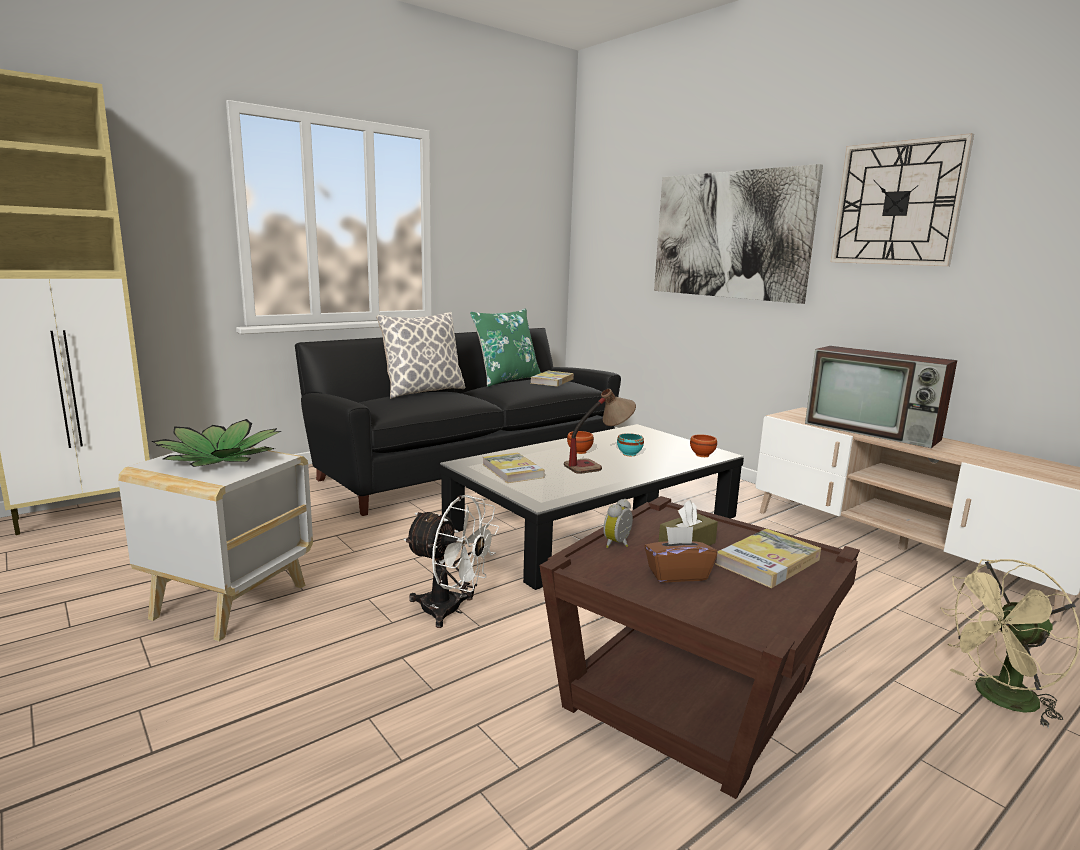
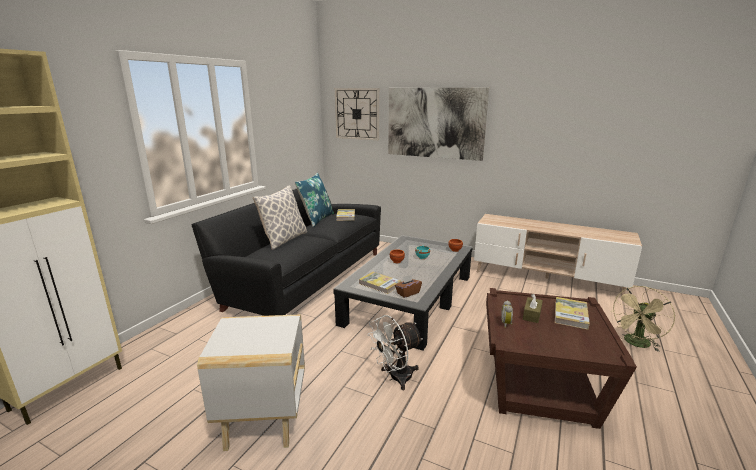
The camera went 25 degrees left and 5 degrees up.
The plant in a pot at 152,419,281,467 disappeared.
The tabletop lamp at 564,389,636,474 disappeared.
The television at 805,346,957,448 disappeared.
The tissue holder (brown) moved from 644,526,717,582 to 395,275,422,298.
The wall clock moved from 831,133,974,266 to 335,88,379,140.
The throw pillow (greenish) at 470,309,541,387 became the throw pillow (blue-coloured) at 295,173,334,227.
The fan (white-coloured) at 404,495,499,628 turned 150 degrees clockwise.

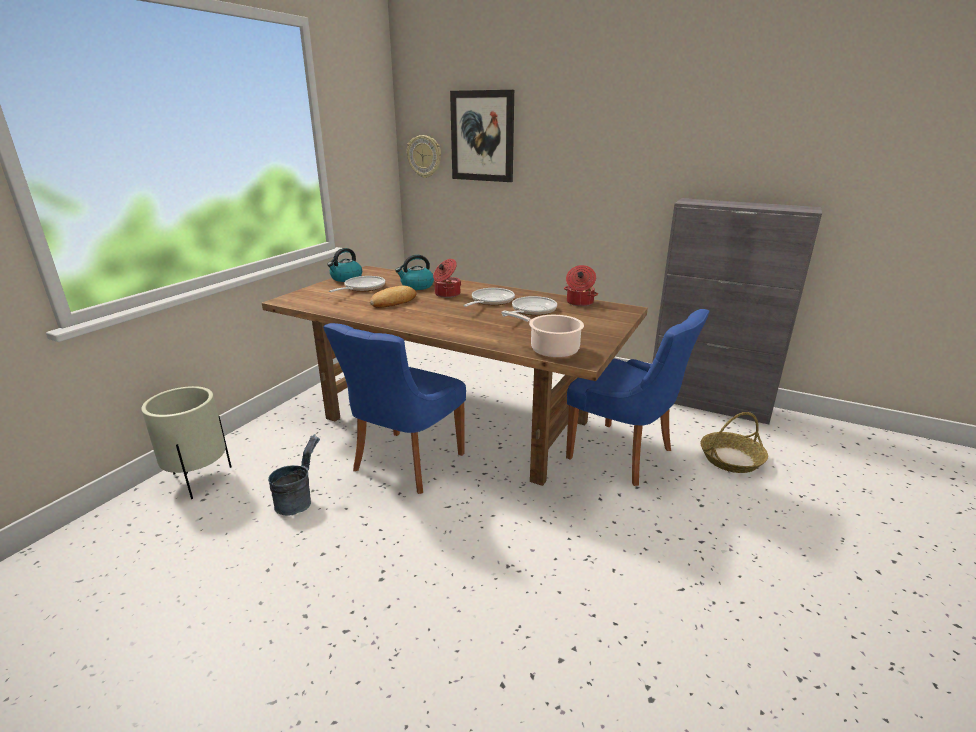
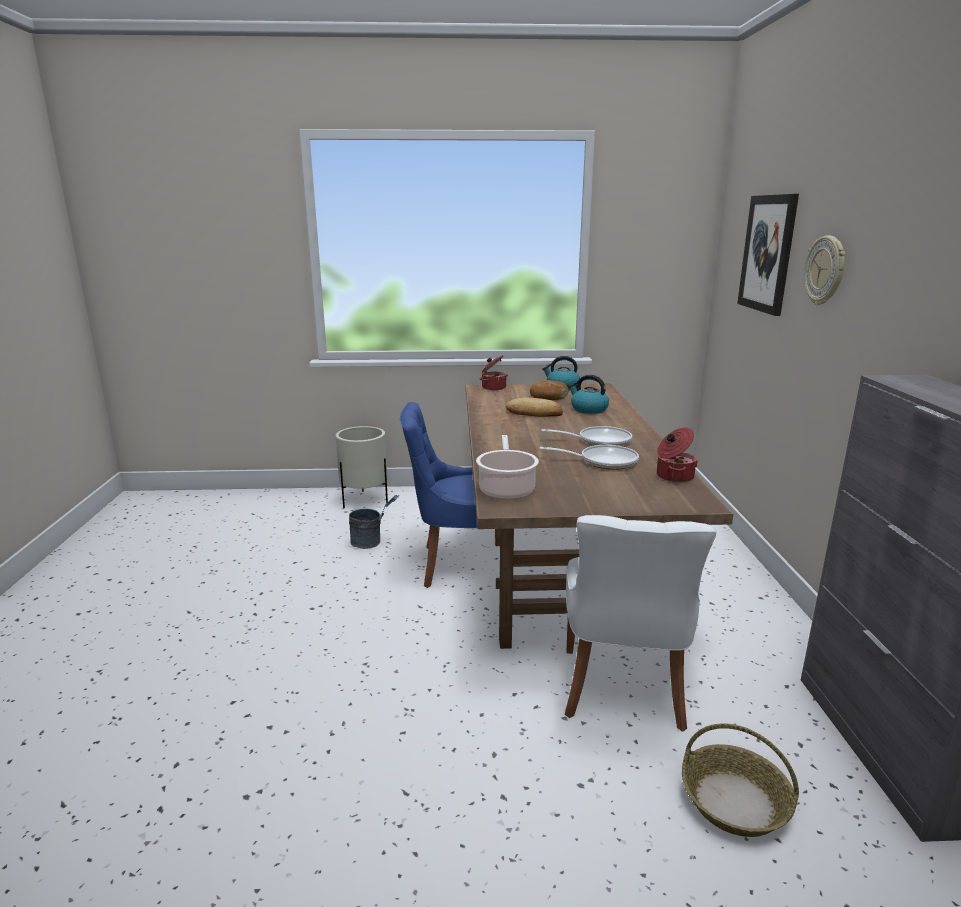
The camera went 60 degrees right and 5 degrees down.
The wall clock moved from 407,135,441,178 to 804,236,845,305.
The stockpot moved from 433,259,461,298 to 480,355,508,390.
The frying pan at 329,276,385,292 was replaced by the baked bread at 530,380,568,400.
The chair (blue-coloured) at 566,309,710,486 became the chair (white-coloured) at 565,515,716,732.

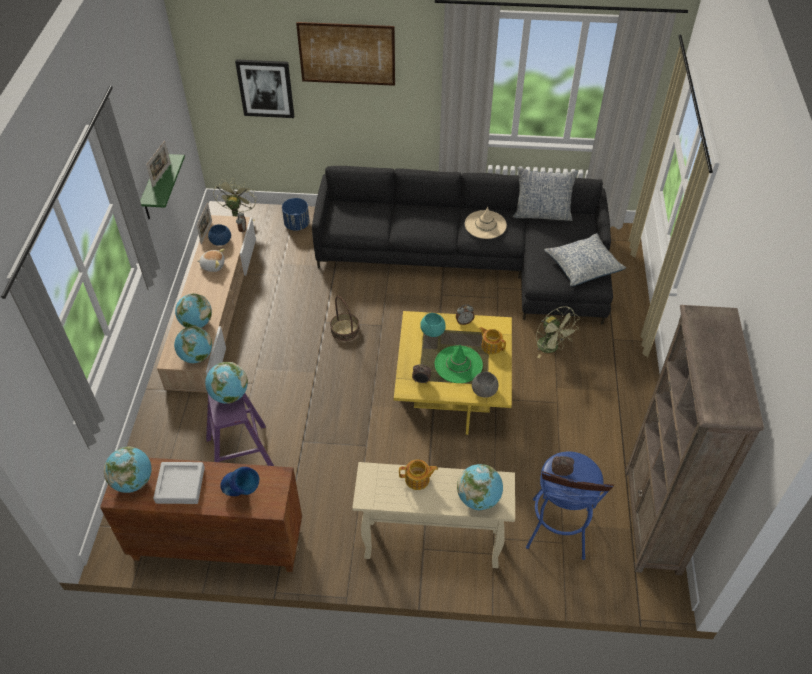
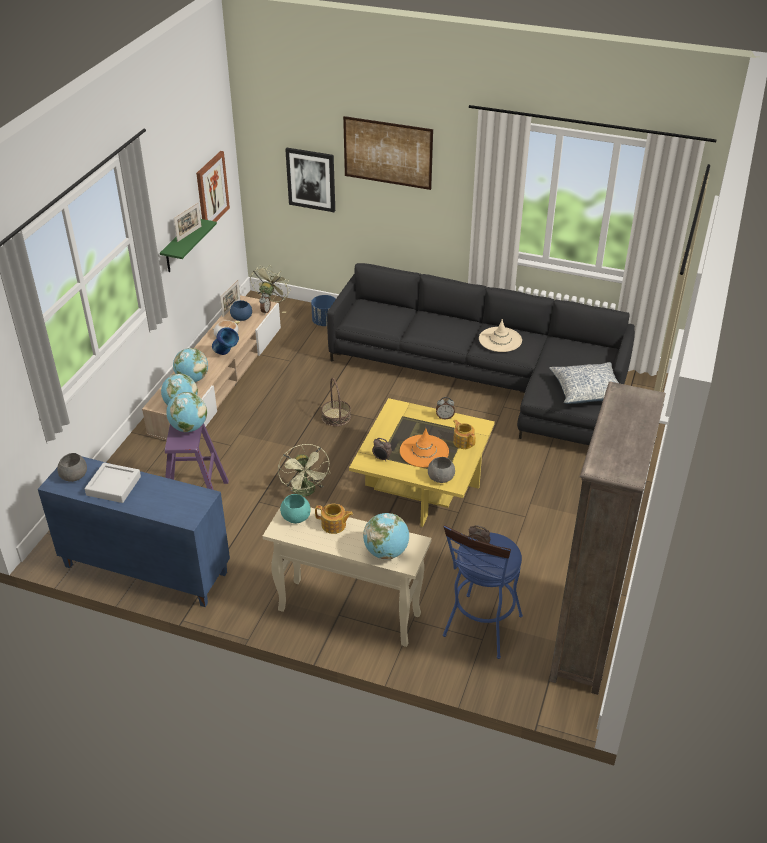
The camera went 15 degrees right and 10 degrees down.
The throw pillow at 513,167,578,221 disappeared.
The wall art at 196,151,230,222 appeared.
The flower vase (blue-coloured) moved from 220,467,259,496 to 212,327,239,355.
The bowl (turquoise) moved from 420,313,446,337 to 280,494,311,523.
The fan (greenish) moved from 536,306,580,358 to 278,444,330,497.
The globe at 104,447,152,493 was replaced by the bowl (greyish) at 57,453,87,482.
The storage cabinet (brown) at 100,458,302,572 became the storage cabinet (blue-coloured) at 38,457,230,607.
The wearable hat (greenish) at 435,345,483,383 became the wearable hat (orange) at 400,428,449,467.

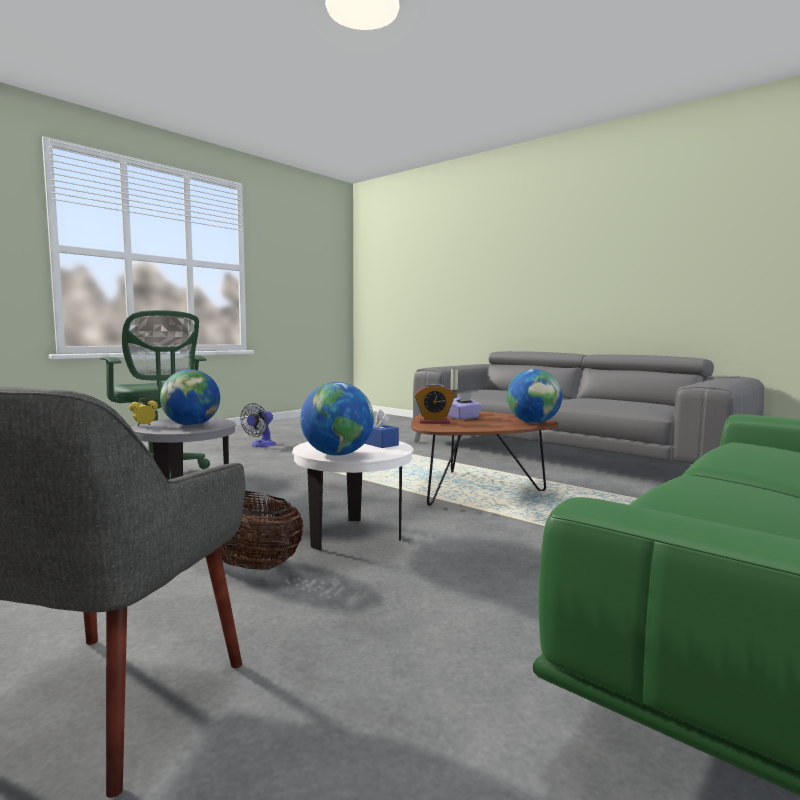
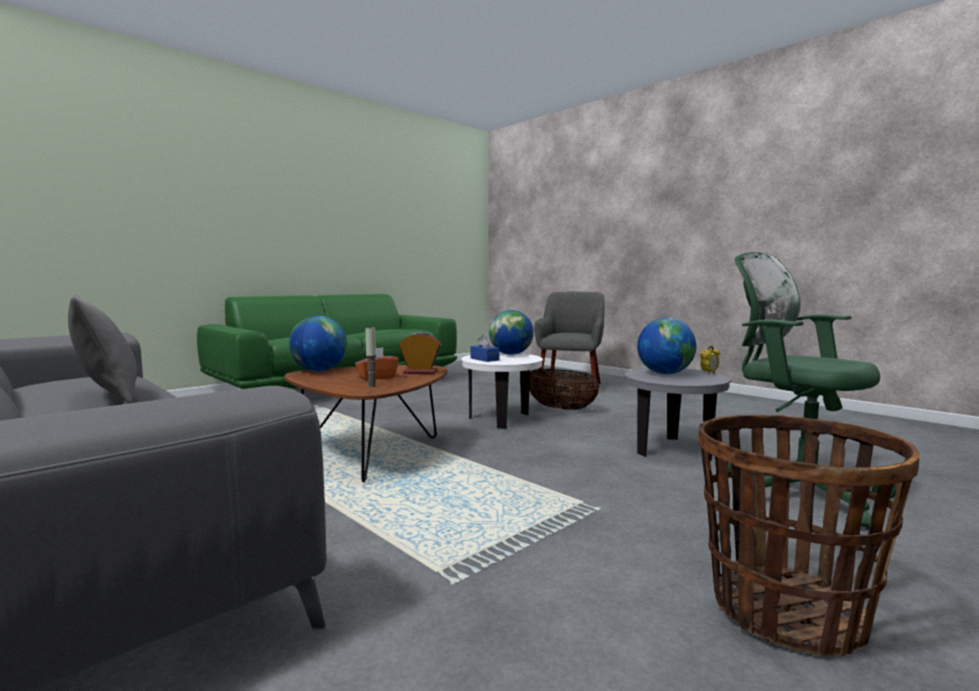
The camera went 175 degrees left and 0 degrees up.
The throw pillow (greyish) at 68,294,137,404 appeared.
The fan at 240,403,276,447 was replaced by the household basket at 698,415,920,657.
The tissue holder (purplish) at 448,393,482,420 became the tissue holder (orange) at 355,347,399,380.

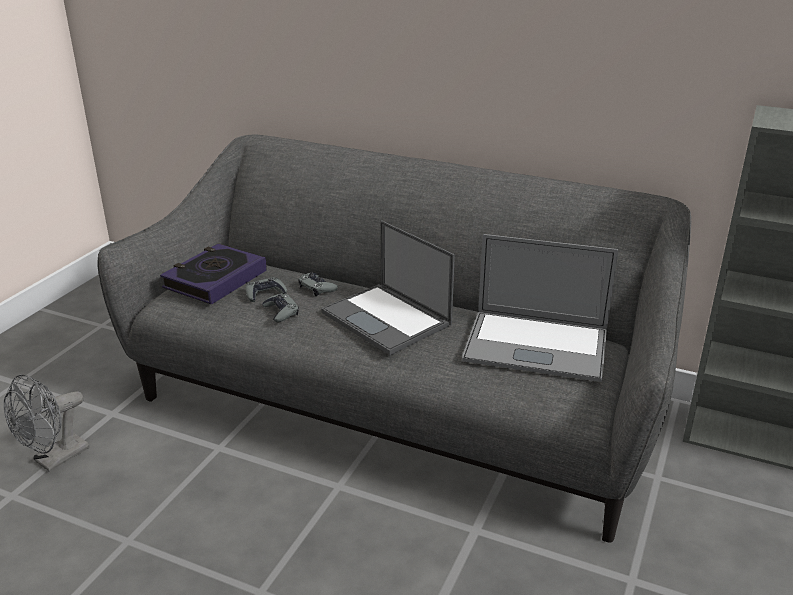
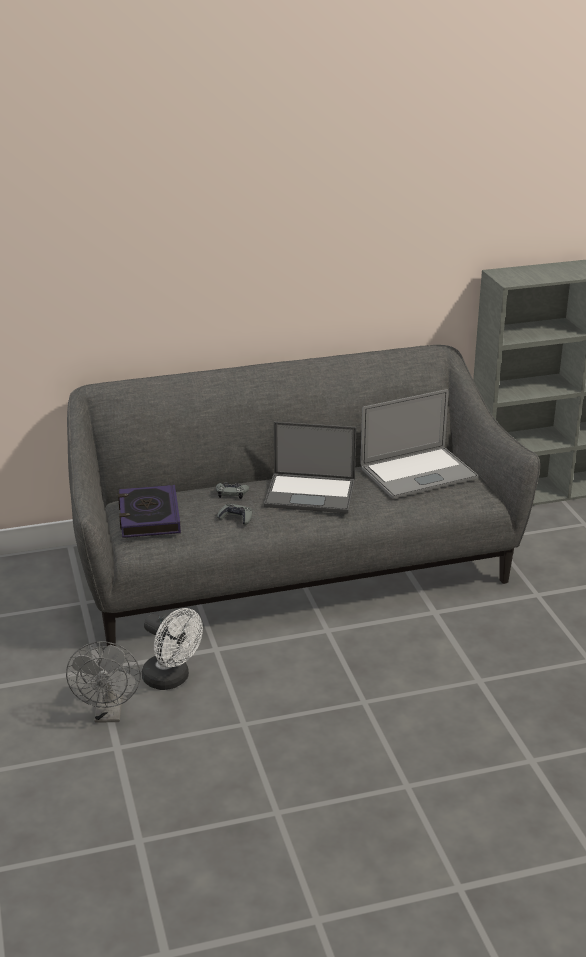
The camera went 40 degrees left and 0 degrees up.
The gamepad (greyish) at 246,277,287,302 disappeared.
The fan (white-coloured) at 142,608,203,690 appeared.

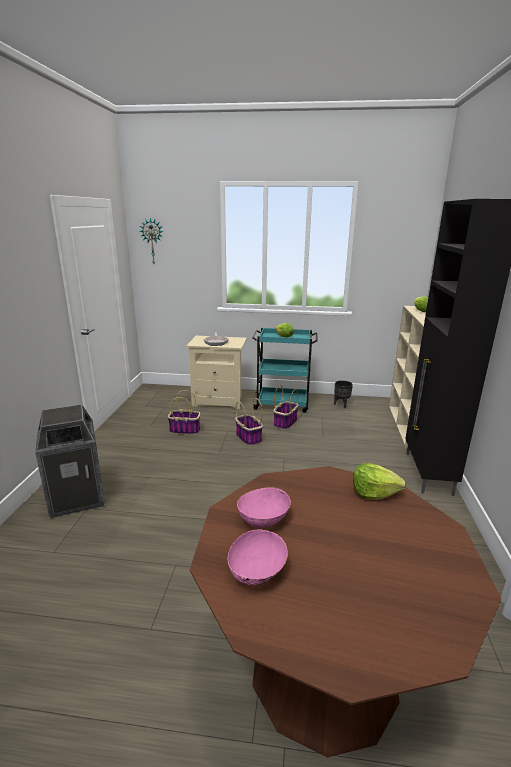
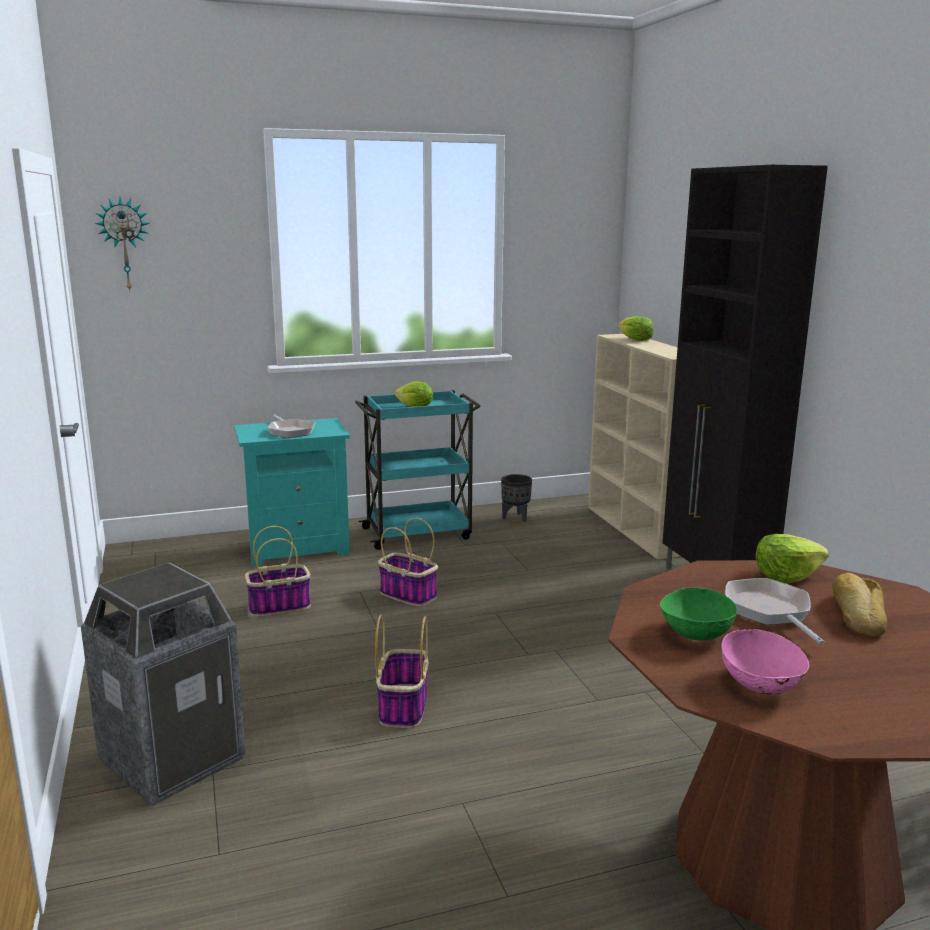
The camera went 25 degrees left and 5 degrees down.
The frying pan at 725,578,825,644 appeared.
The baked bread at 832,573,887,637 appeared.
The household basket moved from 273,385,298,430 to 375,614,429,728.
The nightstand (sand-coloured) at 186,336,247,409 became the nightstand (turquoise) at 234,418,350,566.
The bowl (pink-coloured) at 237,487,291,528 became the bowl (greenish) at 660,587,737,640.

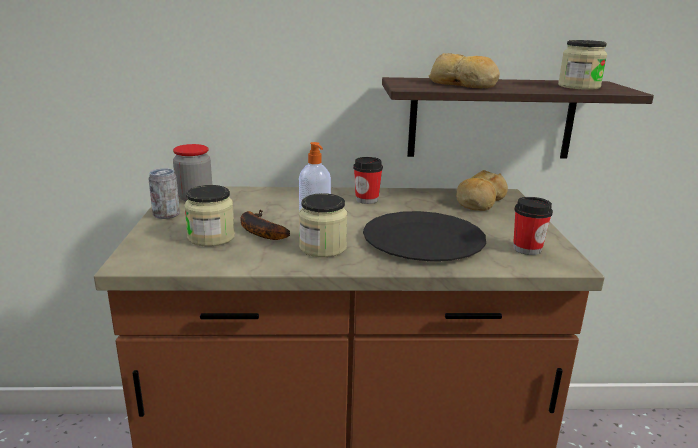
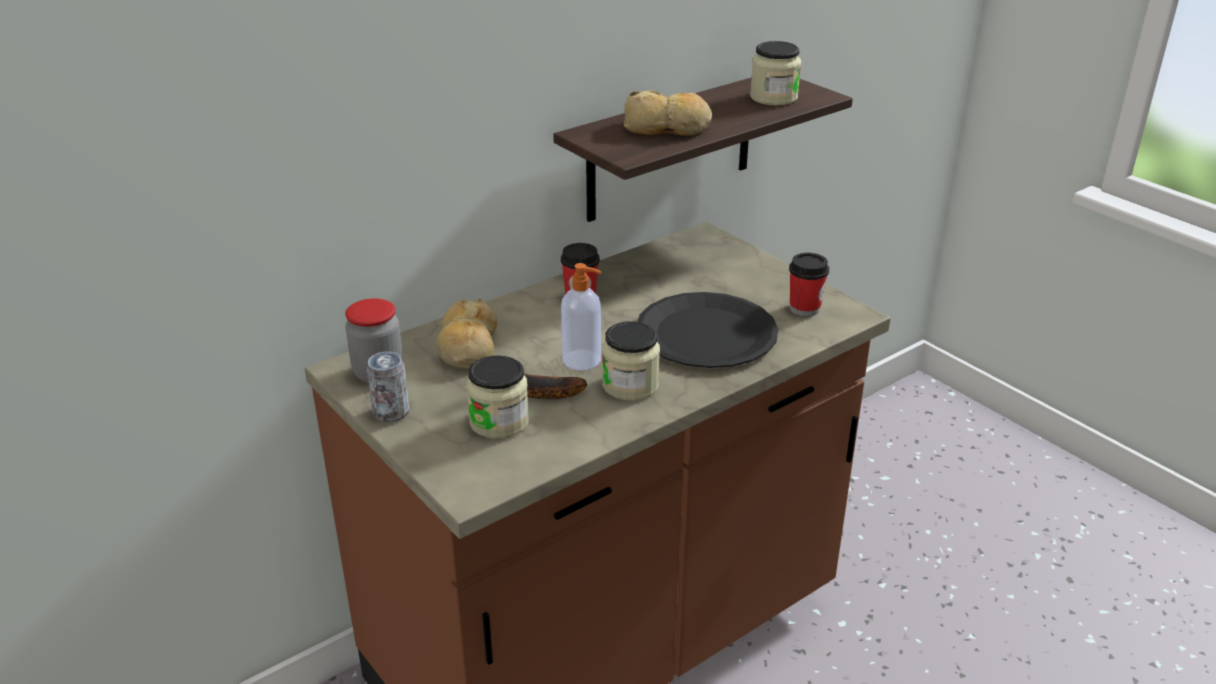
The camera went 35 degrees left and 10 degrees up.
The baked bread moved from 456,170,508,211 to 437,298,497,369.

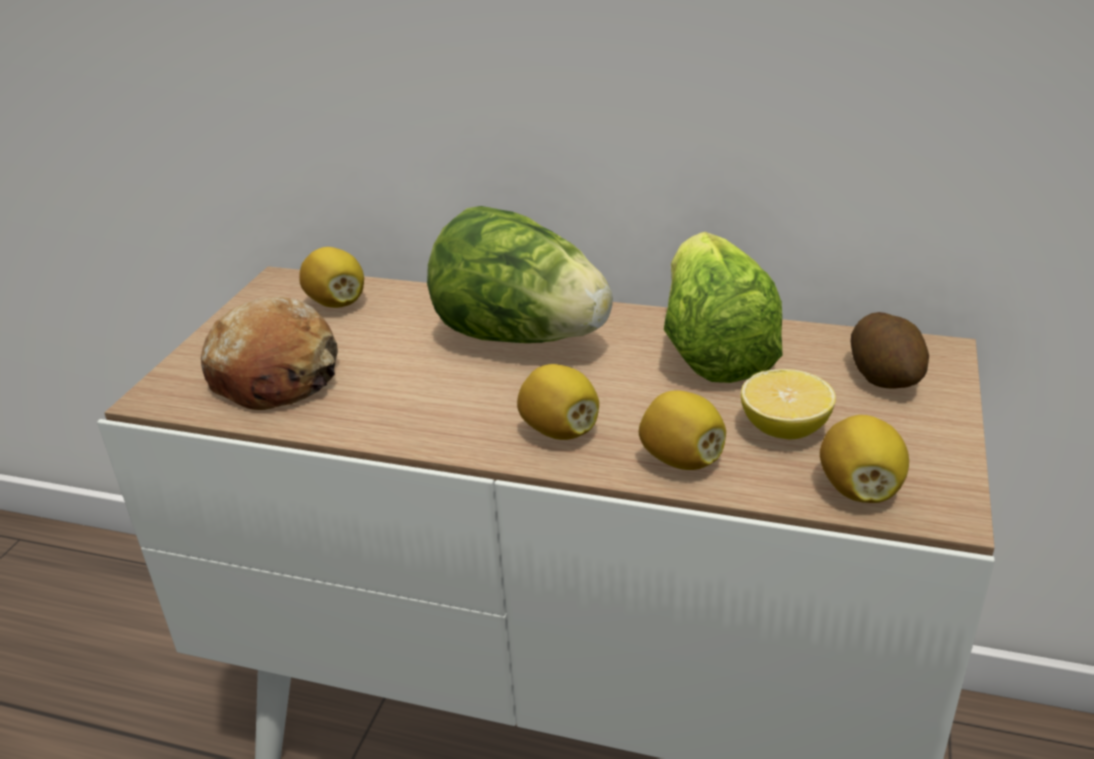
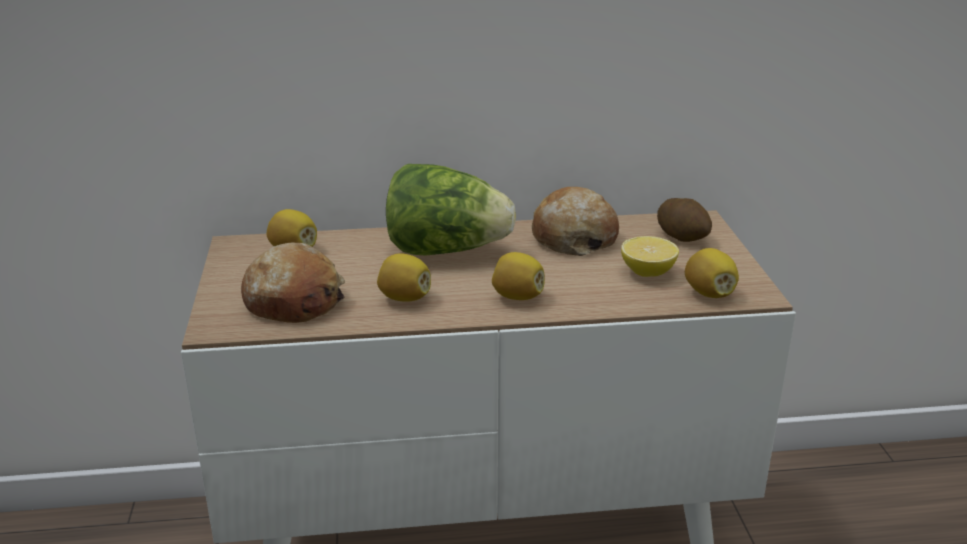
The camera went 25 degrees left and 5 degrees down.
The whole lemon moved from 639,390,726,470 to 377,253,431,302.
The lettuce head at 664,232,782,383 was replaced by the baked bread at 532,187,619,256.

